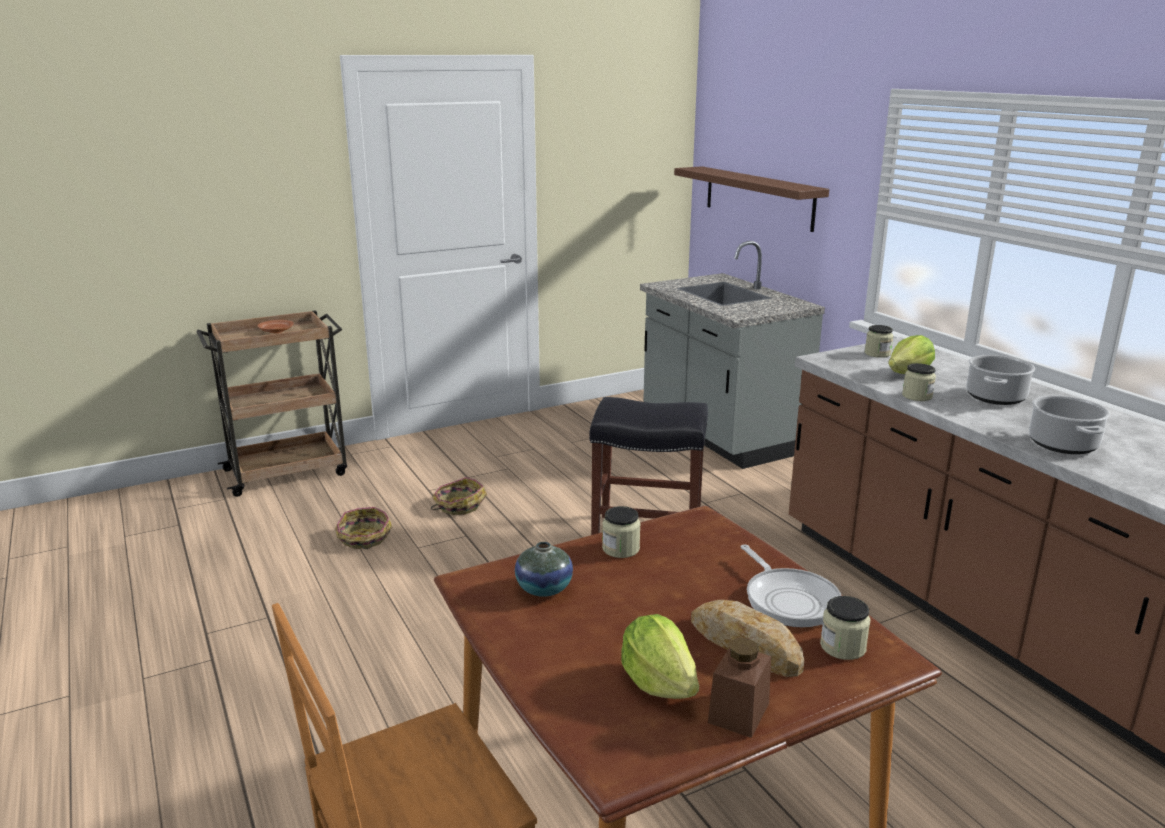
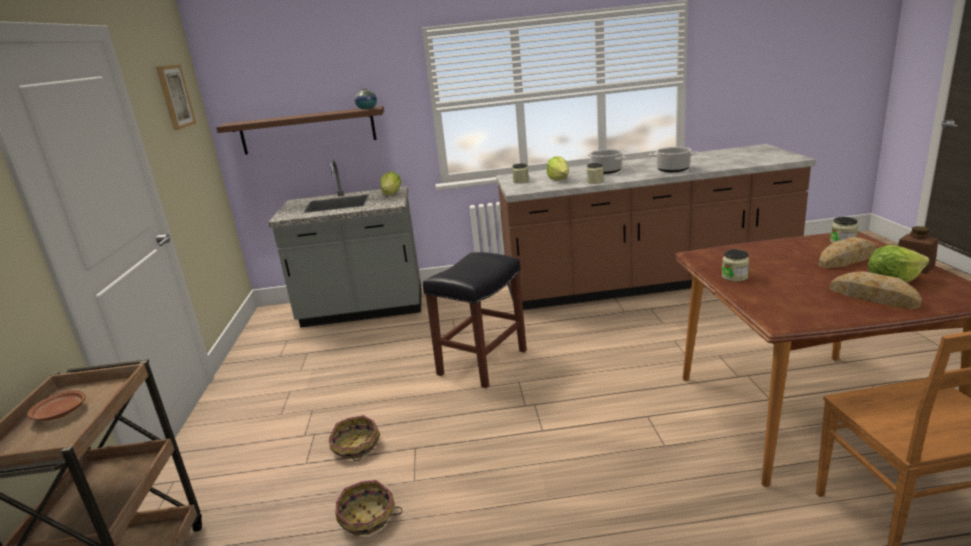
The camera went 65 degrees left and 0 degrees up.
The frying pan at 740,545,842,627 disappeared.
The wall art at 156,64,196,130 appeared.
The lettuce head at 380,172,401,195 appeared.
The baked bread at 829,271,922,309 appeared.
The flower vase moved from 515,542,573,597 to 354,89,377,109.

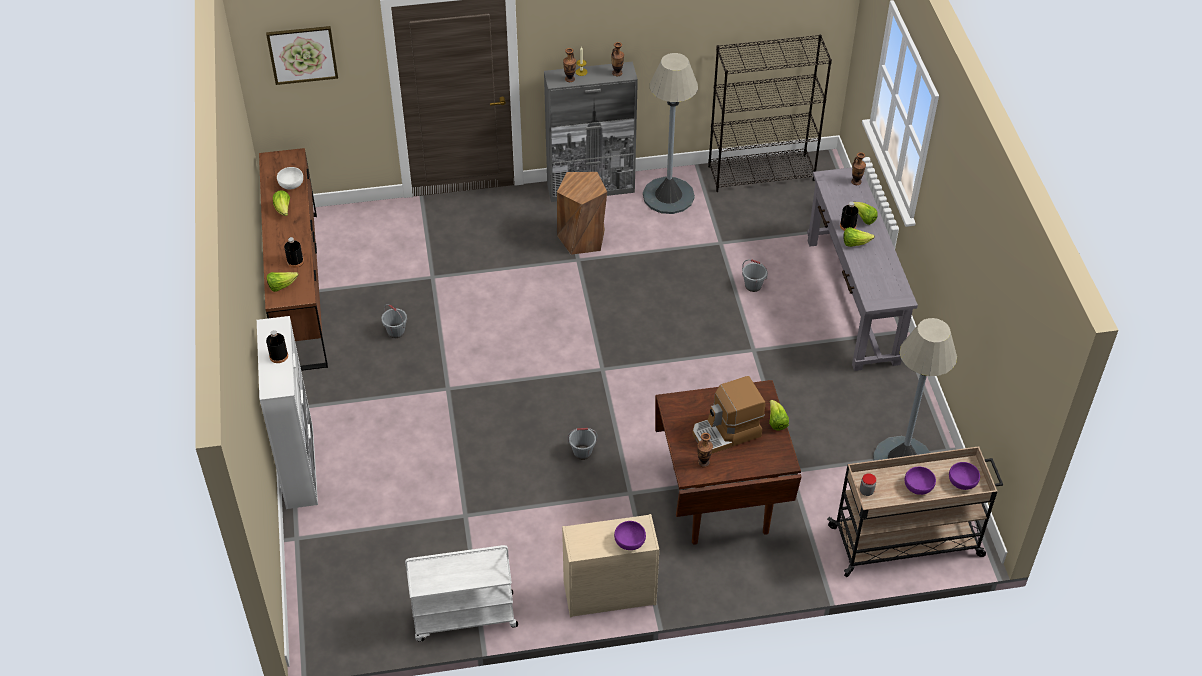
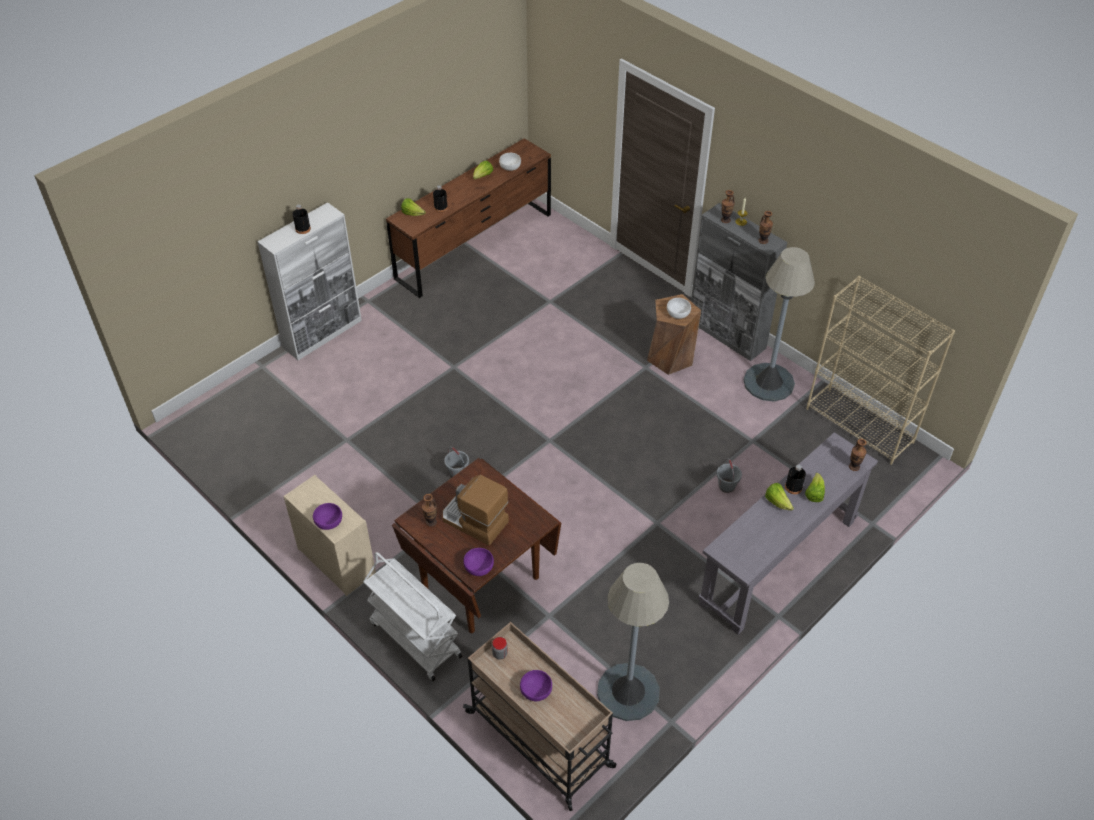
The camera went 55 degrees right and 0 degrees up.
The wall art at 266,26,338,85 disappeared.
The bucket (greyish) at 381,304,407,338 disappeared.
The lettuce head at 769,400,789,431 disappeared.
The bowl (white-coloured) at 667,298,691,319 appeared.
The cart (white-coloured) moved from 405,545,518,642 to 363,552,462,681.
The bowl (purplish) moved from 949,462,980,490 to 463,548,494,576.
The bookshelf (blackish) at 708,35,832,192 became the bookshelf (sand-coloured) at 806,276,955,465.

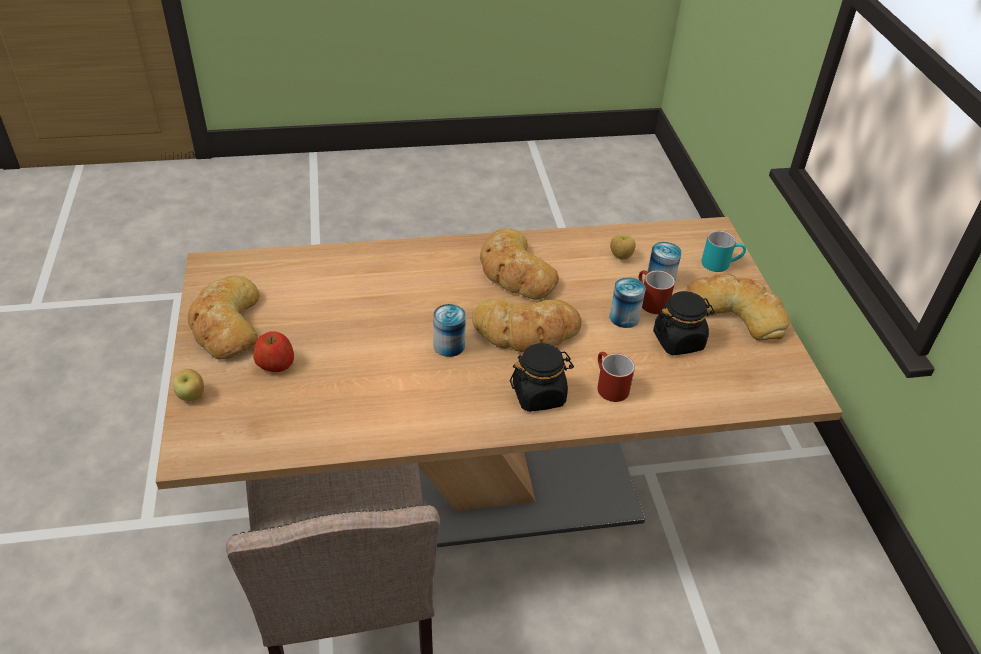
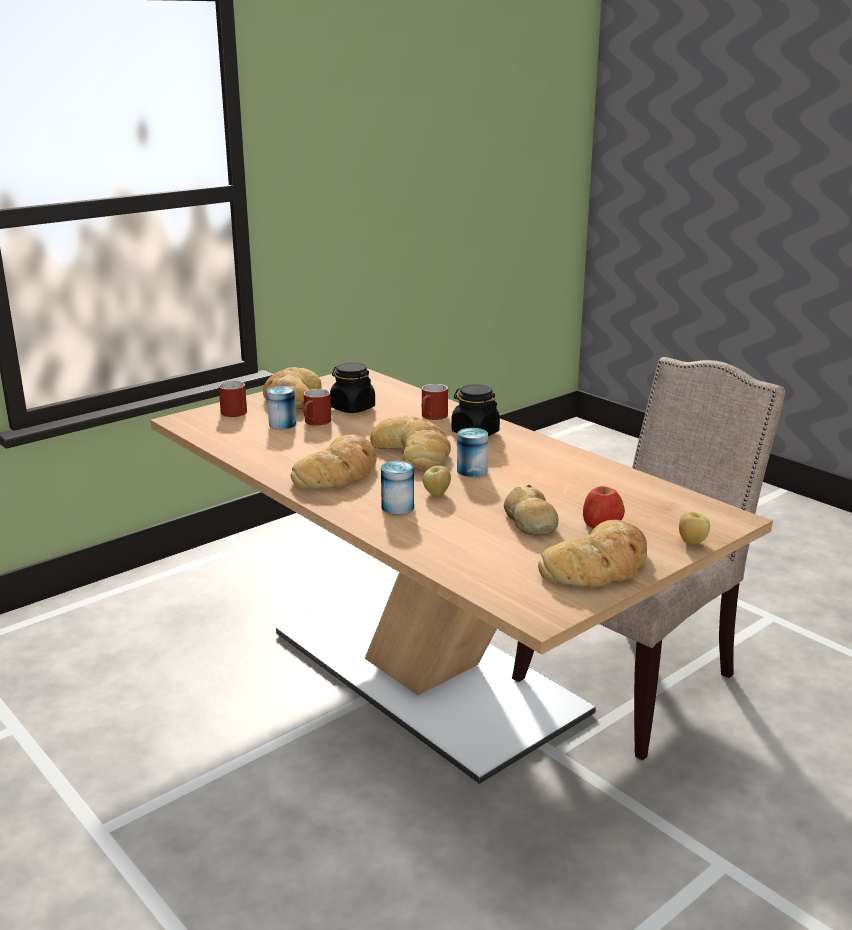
The camera went 120 degrees left and 20 degrees down.
The baked bread at 504,485,558,535 appeared.
The metal can moved from 609,277,646,328 to 381,461,414,514.
The apple fruit moved from 610,235,636,260 to 423,466,451,496.
The mug (turquoise) at 702,231,746,272 became the mug (reddish) at 219,381,247,417.

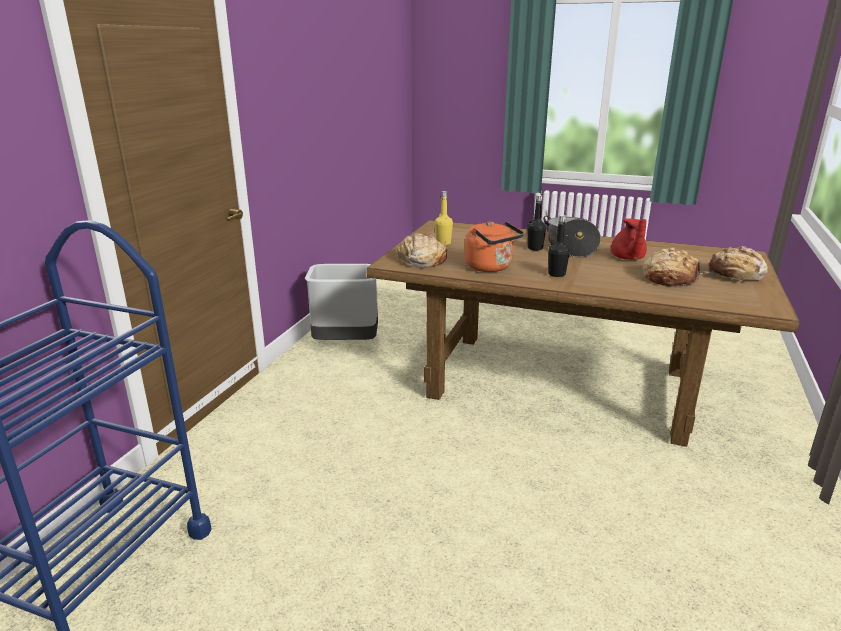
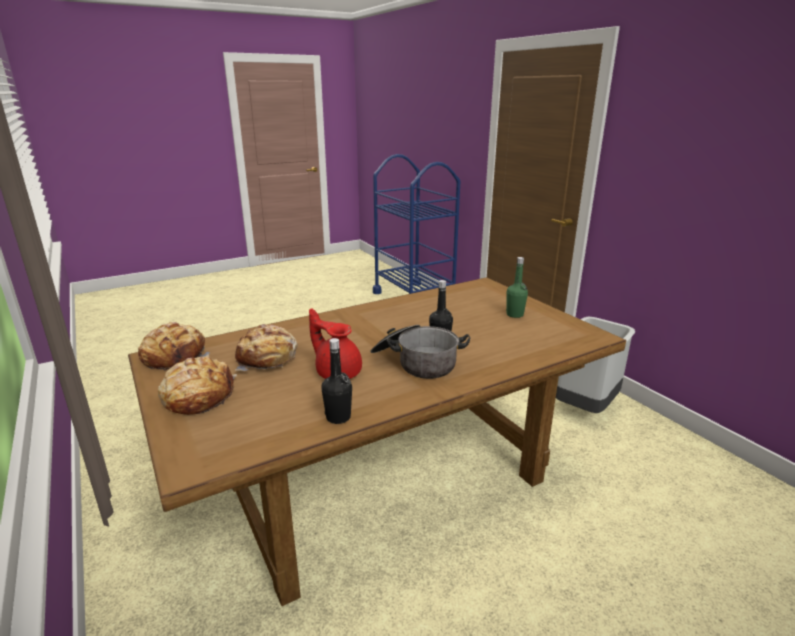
The camera went 130 degrees right and 0 degrees up.
The water kettle (orange) at 465,221,524,272 disappeared.
The baked bread moved from 397,233,448,268 to 138,322,210,371.
The beverage bottle (blackish) moved from 548,215,570,277 to 321,338,352,424.
The beverage bottle (yellowish) at 435,191,453,245 became the beverage bottle (greenish) at 506,257,528,318.

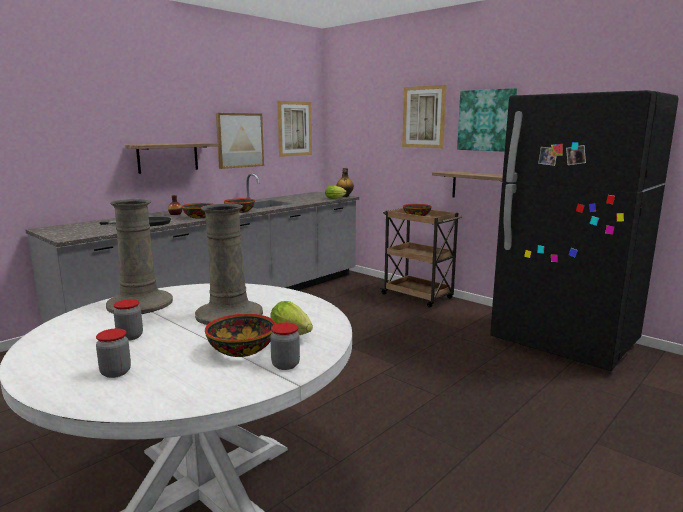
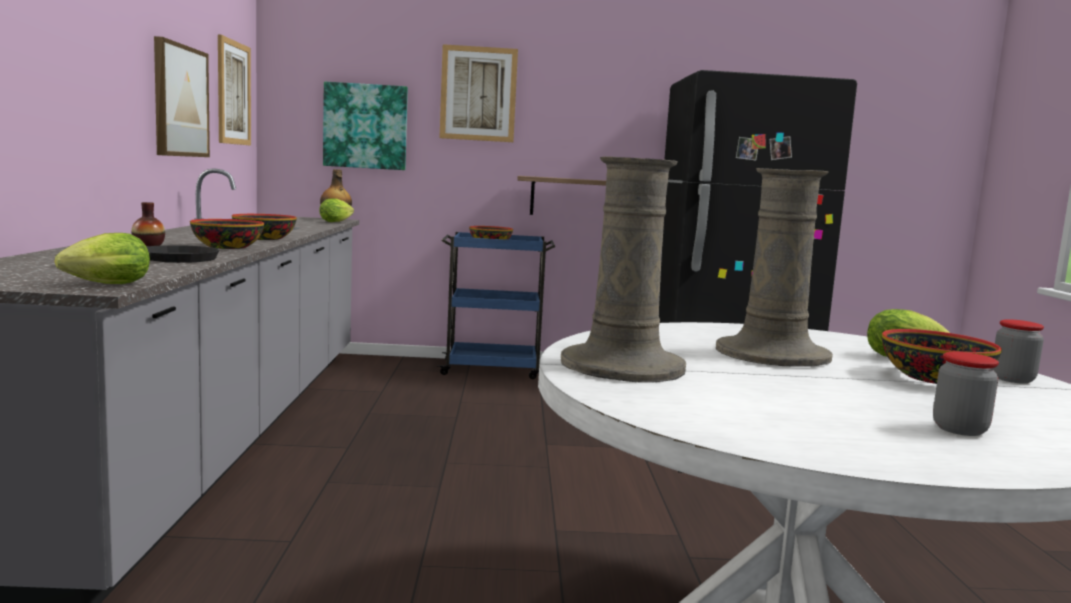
The camera went 45 degrees left and 5 degrees down.
The storage jar at 114,299,143,341 disappeared.
The bracket shelf at 125,142,219,174 disappeared.
The lettuce head at 55,233,150,284 appeared.
The wall art moved from 457,88,517,152 to 323,82,408,170.
The cart (brown) at 380,208,462,308 became the cart (blue-coloured) at 437,232,555,379.

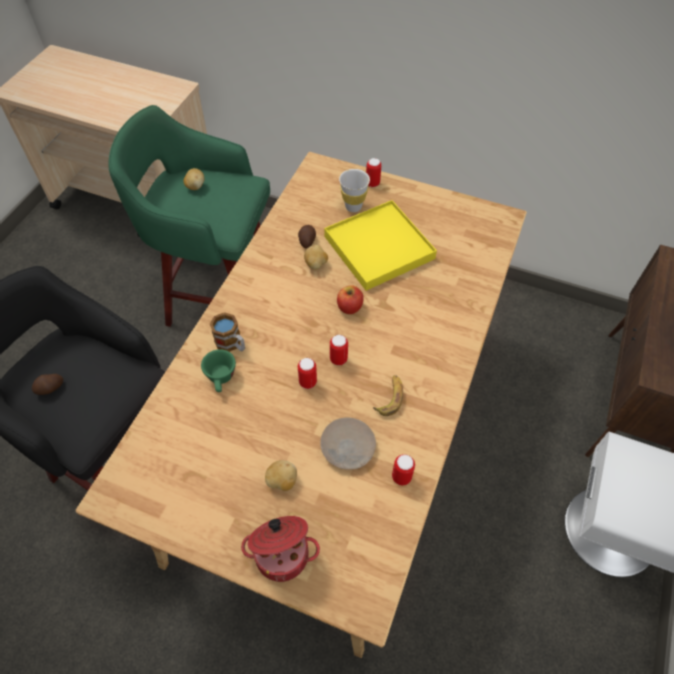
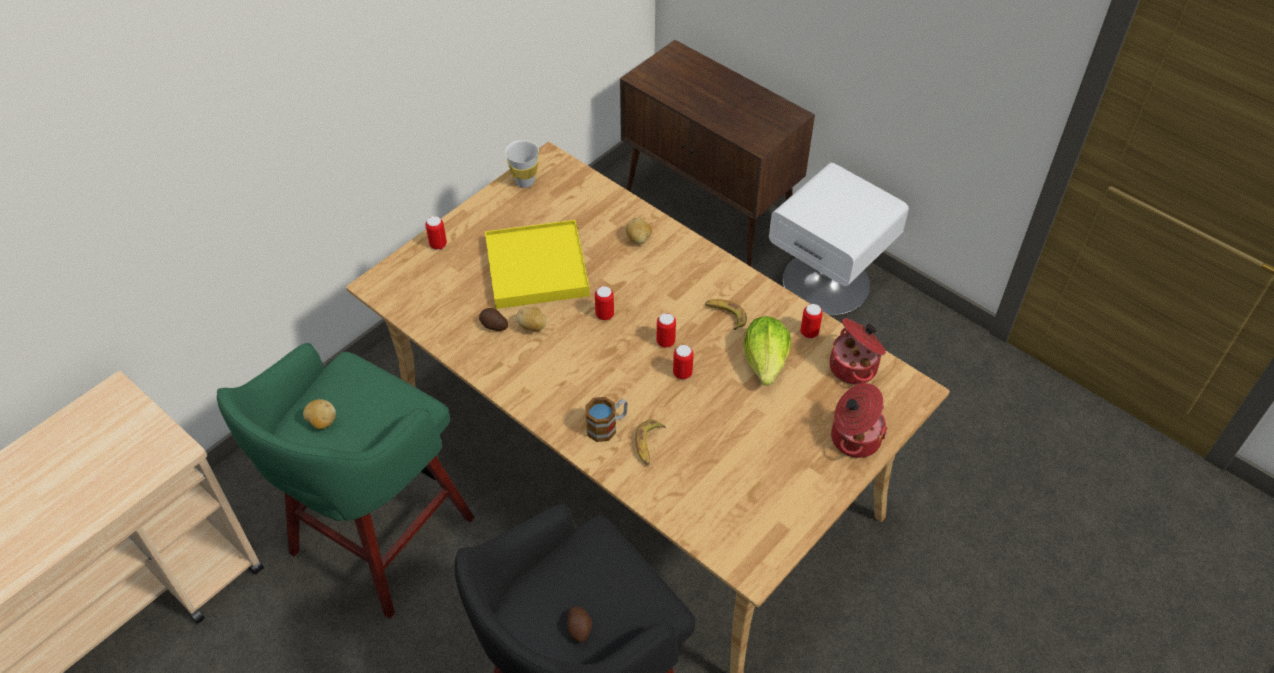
The camera went 70 degrees left and 5 degrees down.
The stockpot at 829,318,886,385 appeared.
The whole potato moved from 265,460,297,491 to 626,217,652,245.
The cup (white-coloured) moved from 339,169,370,212 to 505,140,539,188.
The cup (greenish) at 201,349,236,392 was replaced by the banana at 635,419,666,465.
The dinner plate (sand-coloured) at 320,418,376,470 was replaced by the lettuce head at 744,316,791,386.
The apple fruit at 337,285,364,314 was replaced by the metal can at 595,286,614,320.

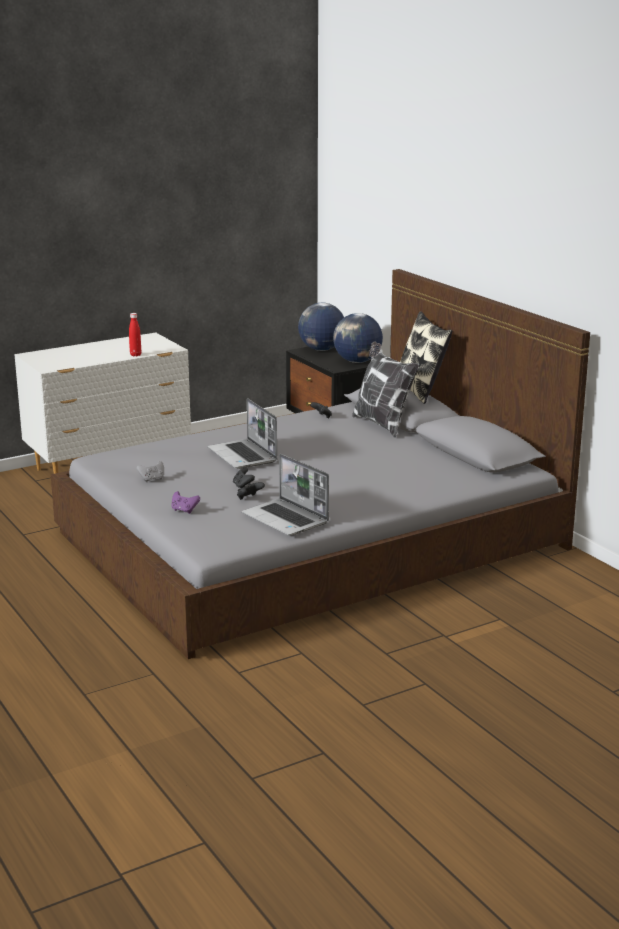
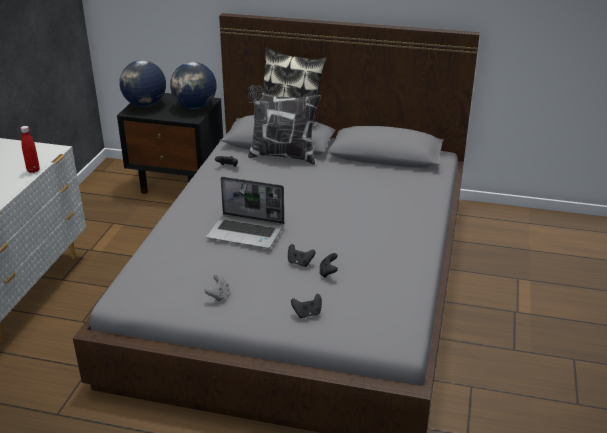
The camera went 45 degrees left and 10 degrees up.
The portable computer at 242,454,329,535 disappeared.
The gamepad (purplish) at 172,491,200,514 became the gamepad (blackish) at 291,294,322,318.

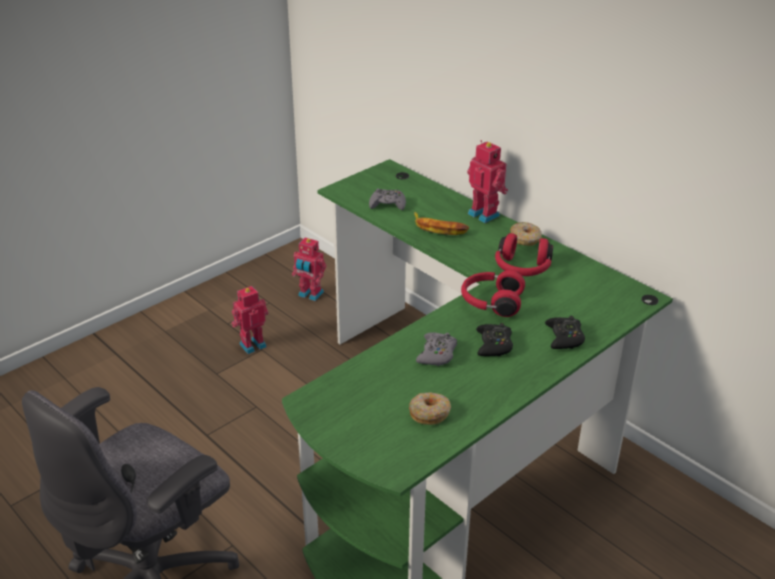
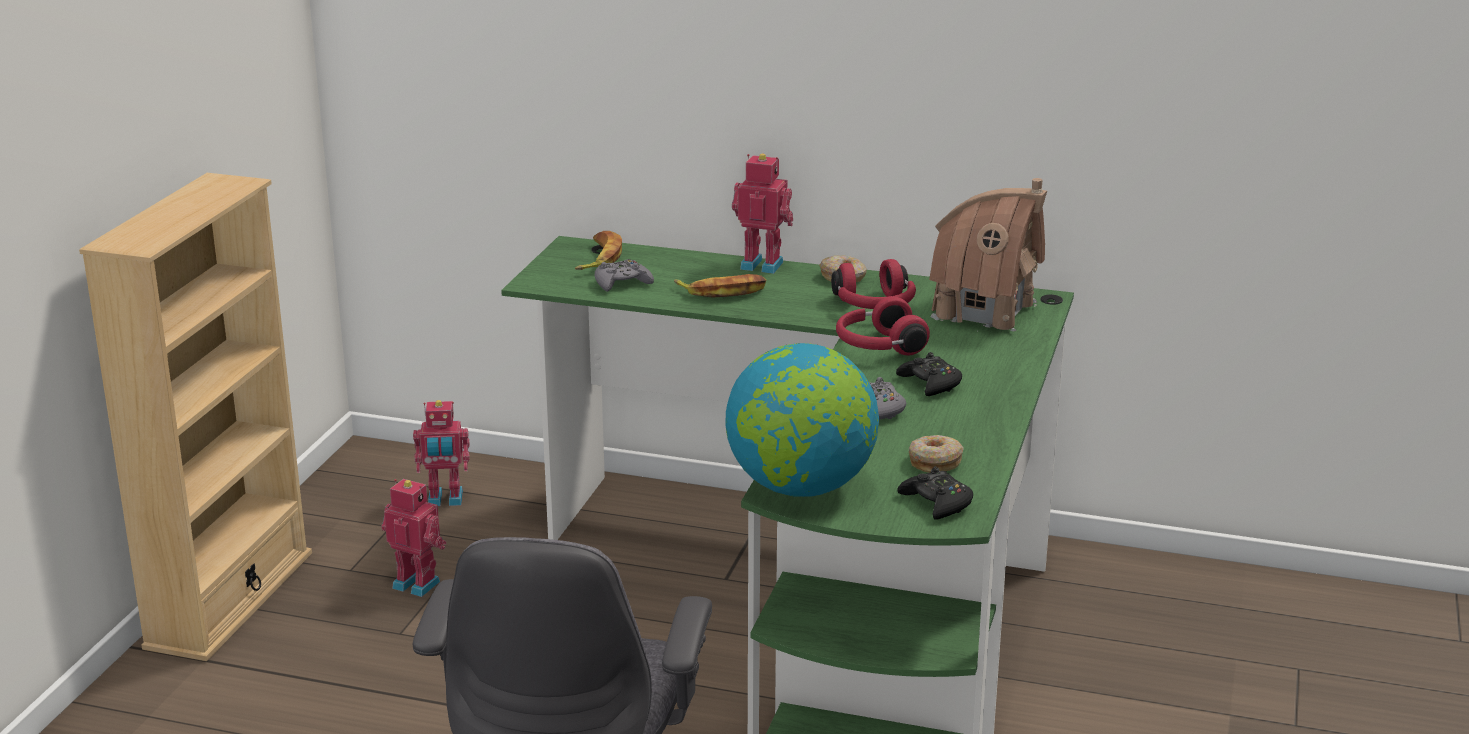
The camera went 30 degrees left and 10 degrees down.
The bookshelf (sand-coloured) at 79,173,312,661 appeared.
The banana at 575,231,622,270 appeared.
The globe at 725,343,879,497 appeared.
The model house at 929,178,1047,332 appeared.
The gamepad (blackish) moved from 545,316,585,349 to 897,467,973,520.
The model robot at 231,286,268,354 turned 90 degrees clockwise.

